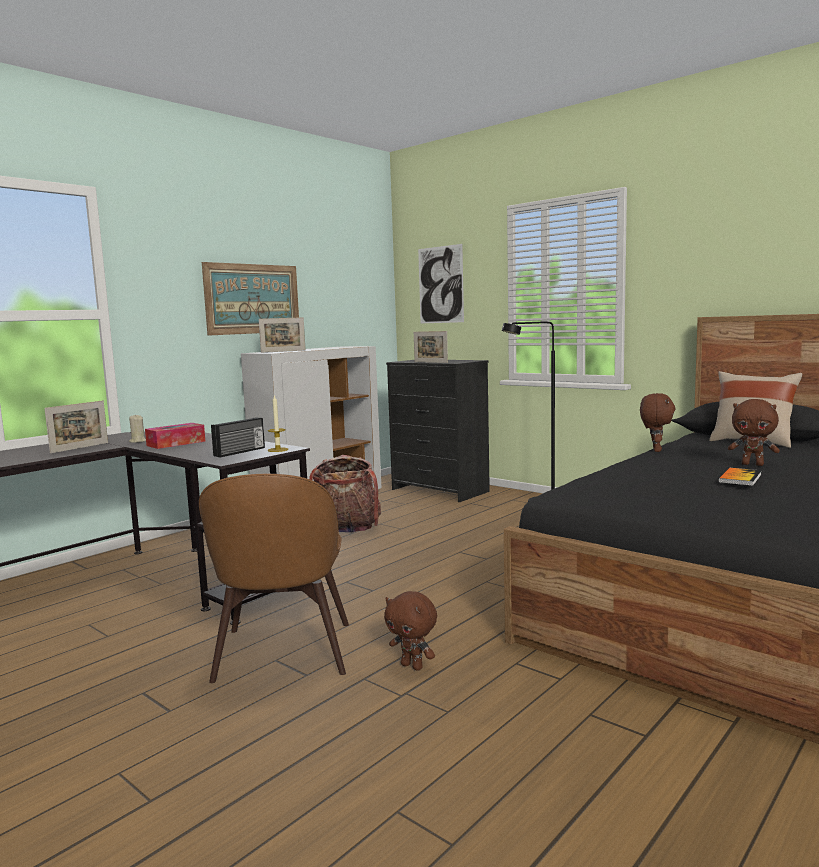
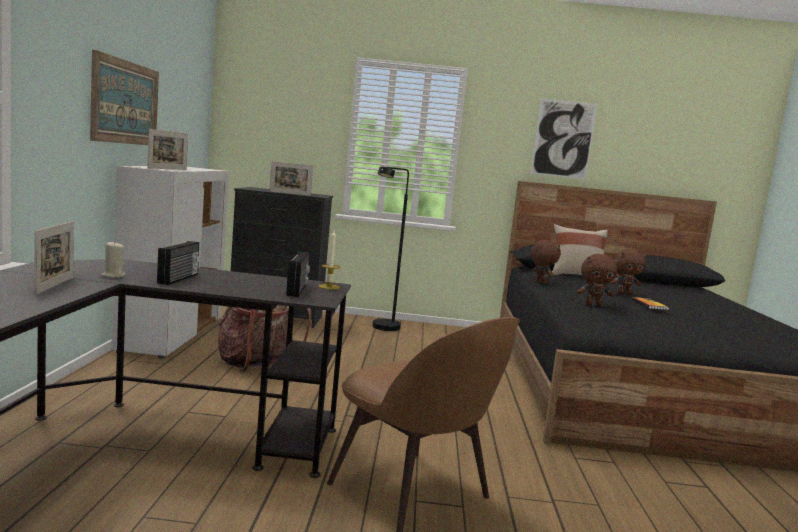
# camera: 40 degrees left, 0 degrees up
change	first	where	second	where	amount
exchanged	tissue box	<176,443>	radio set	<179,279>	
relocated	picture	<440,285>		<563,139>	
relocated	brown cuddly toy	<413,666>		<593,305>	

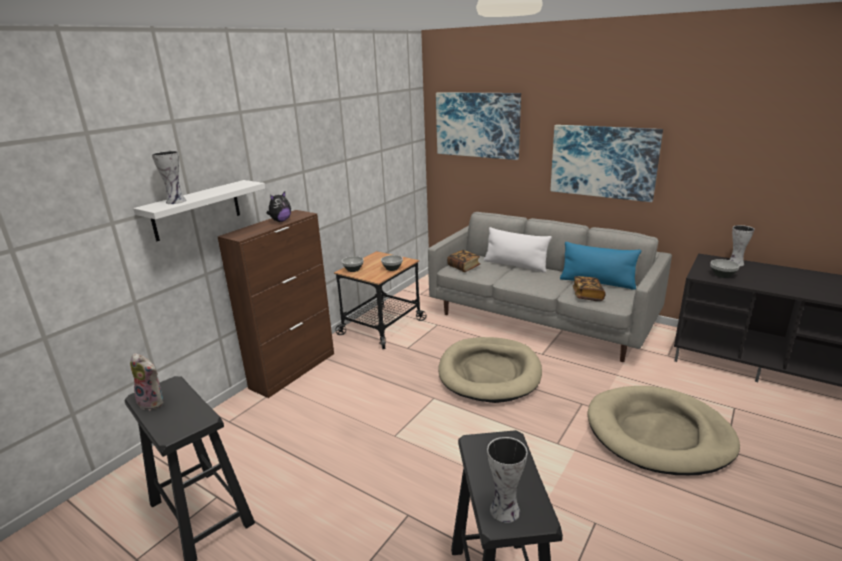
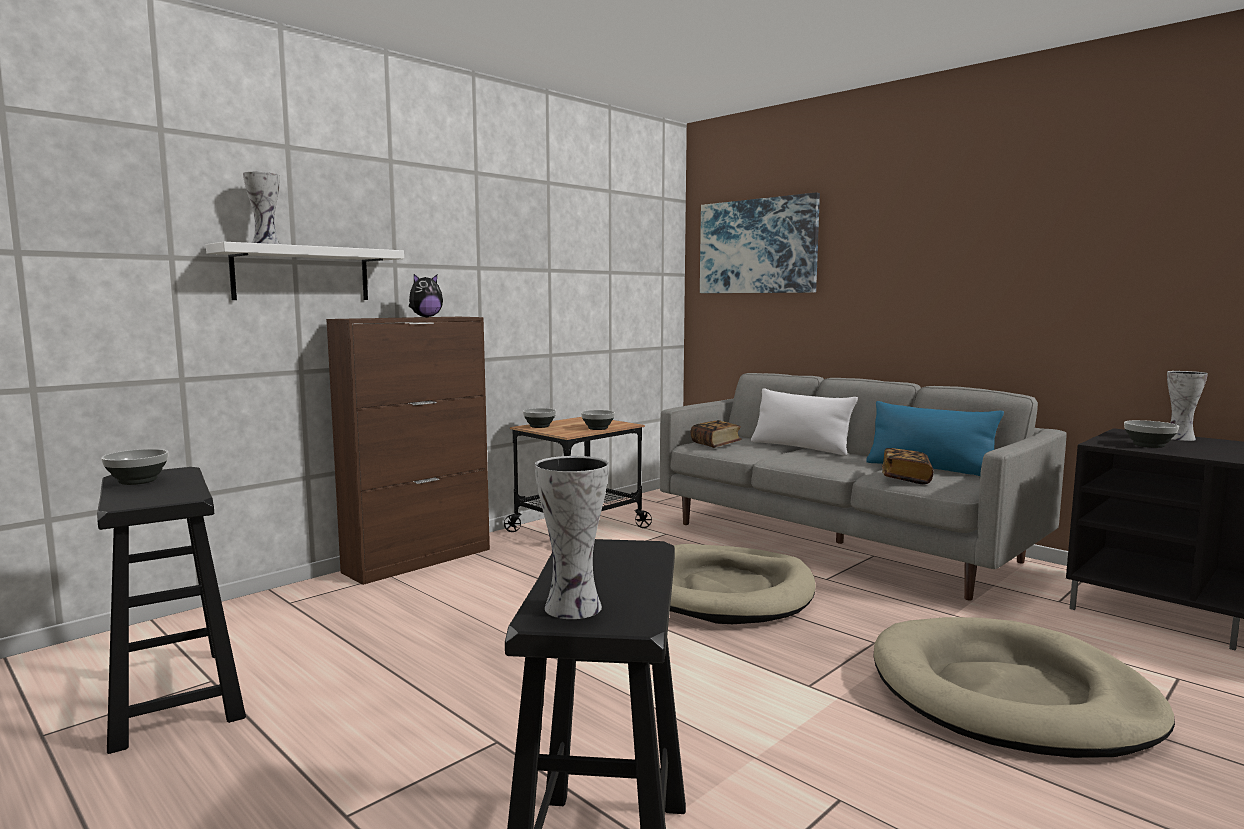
# camera: 10 degrees right, 15 degrees down
change	first	where	second	where	amount
exchanged	cuddly toy	<153,402>	bowl	<136,481>	
missing	picture	<603,161>			

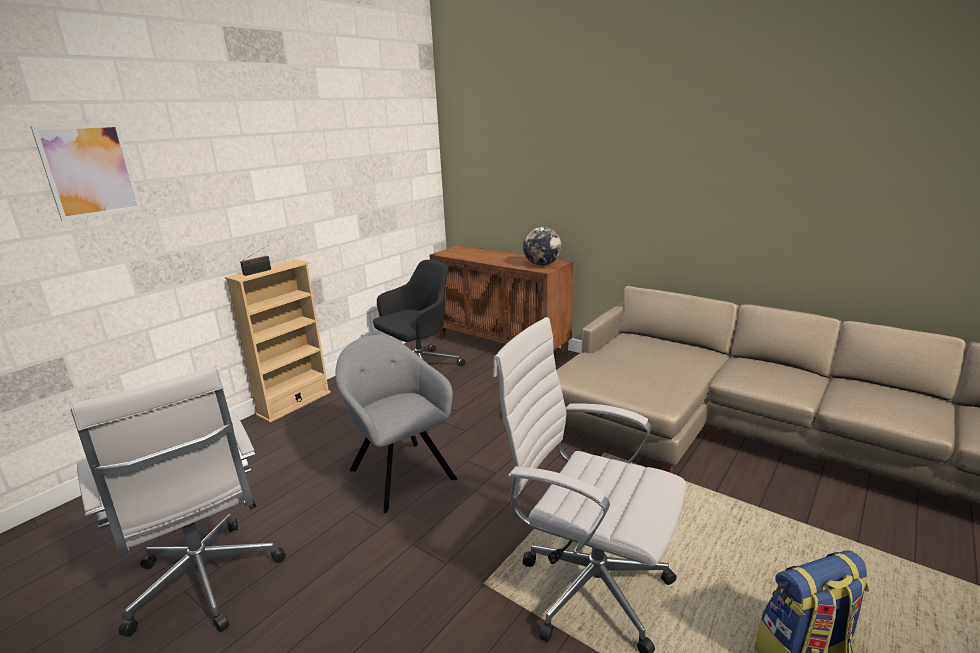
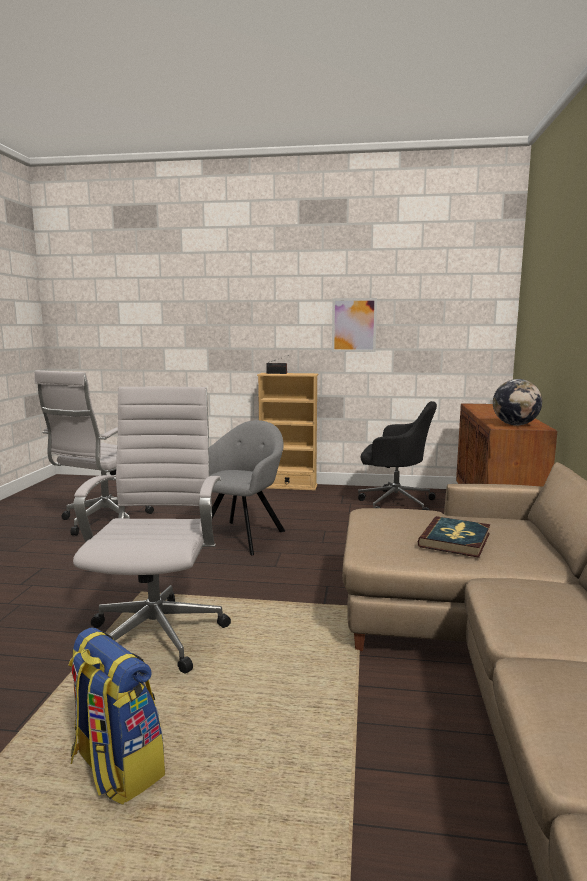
# camera: 60 degrees right, 10 degrees down
change	first	where	second	where	amount
relocated	picture	<90,171>		<354,325>	
appeared			bound book	<455,540>	

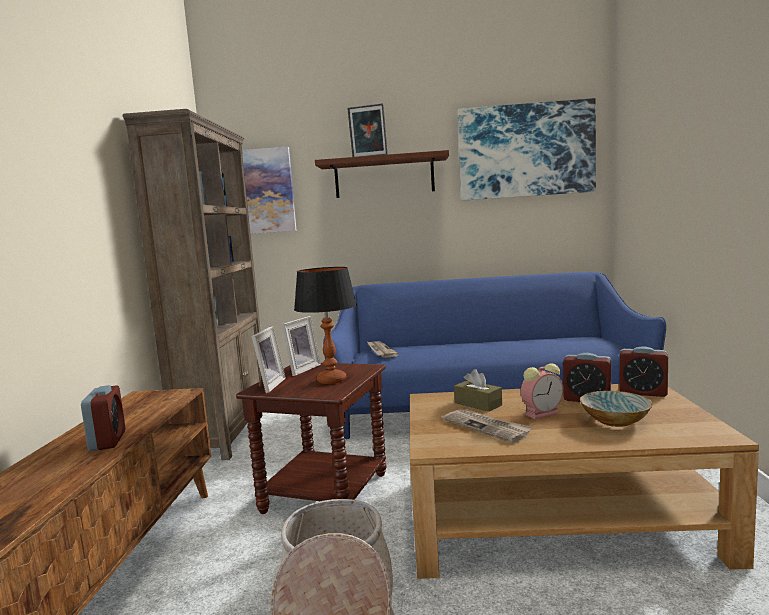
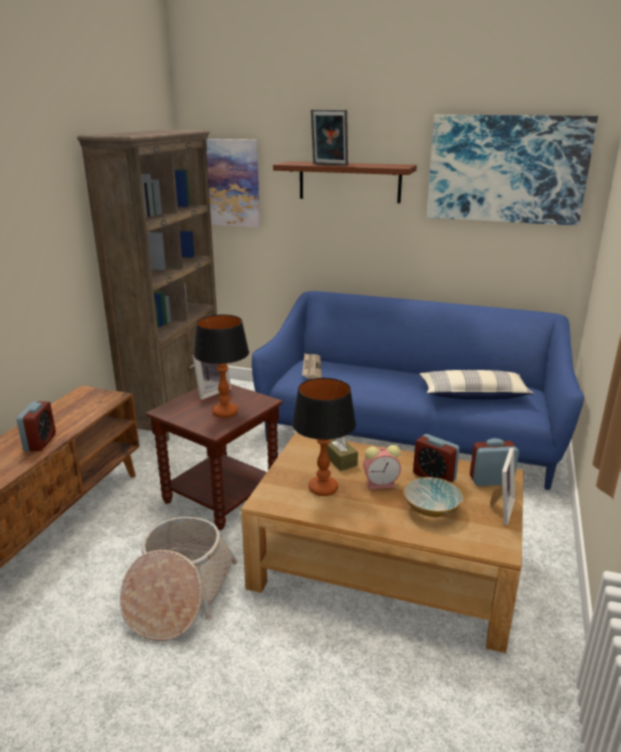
# camera: 15 degrees right, 15 degrees up
change	first	where	second	where	amount
exchanged	newspaper	<487,427>	tabletop lamp	<323,489>	
appeared			throw pillow	<473,394>	
spun	bedside clock	<643,392>		<491,480>	135 degrees clockwise
relocated	standing frame	<267,386>		<499,509>	

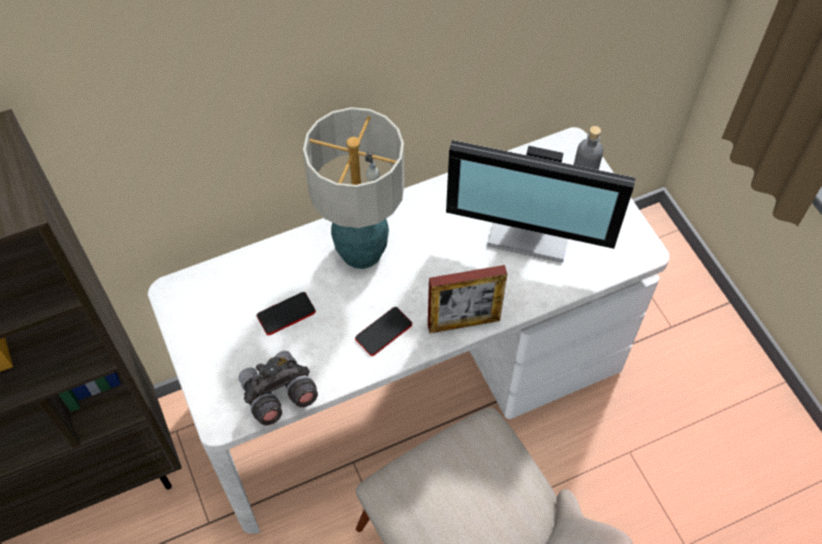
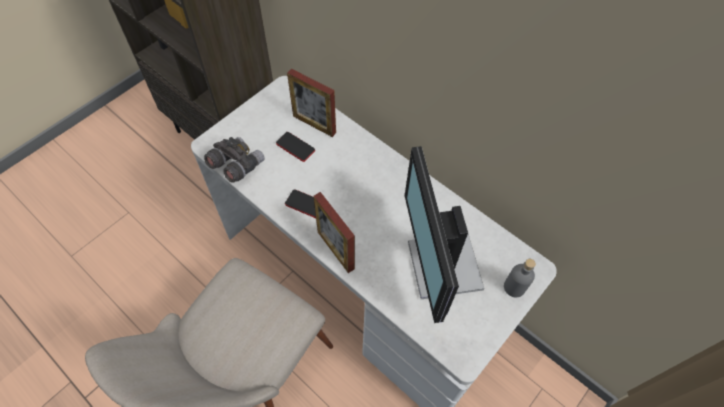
# camera: 65 degrees right, 0 degrees up
change	first	where	second	where	amount
appeared			standing frame	<314,124>	
missing	tabletop lamp	<362,251>			

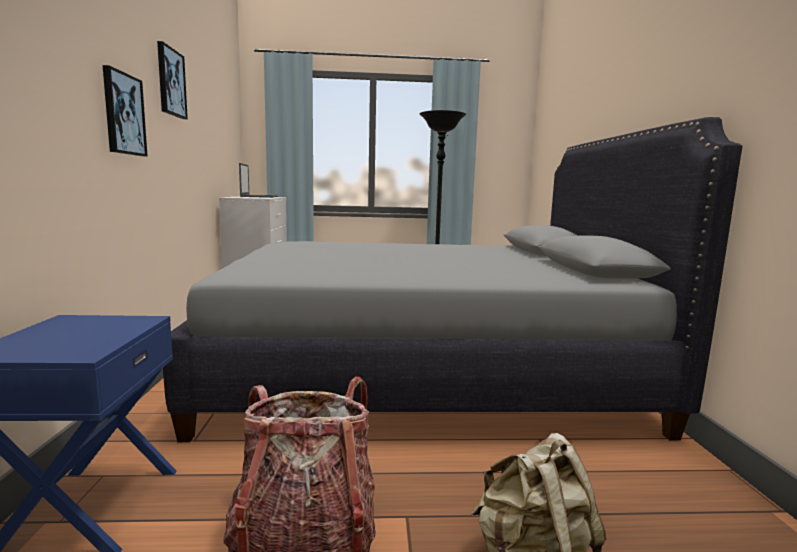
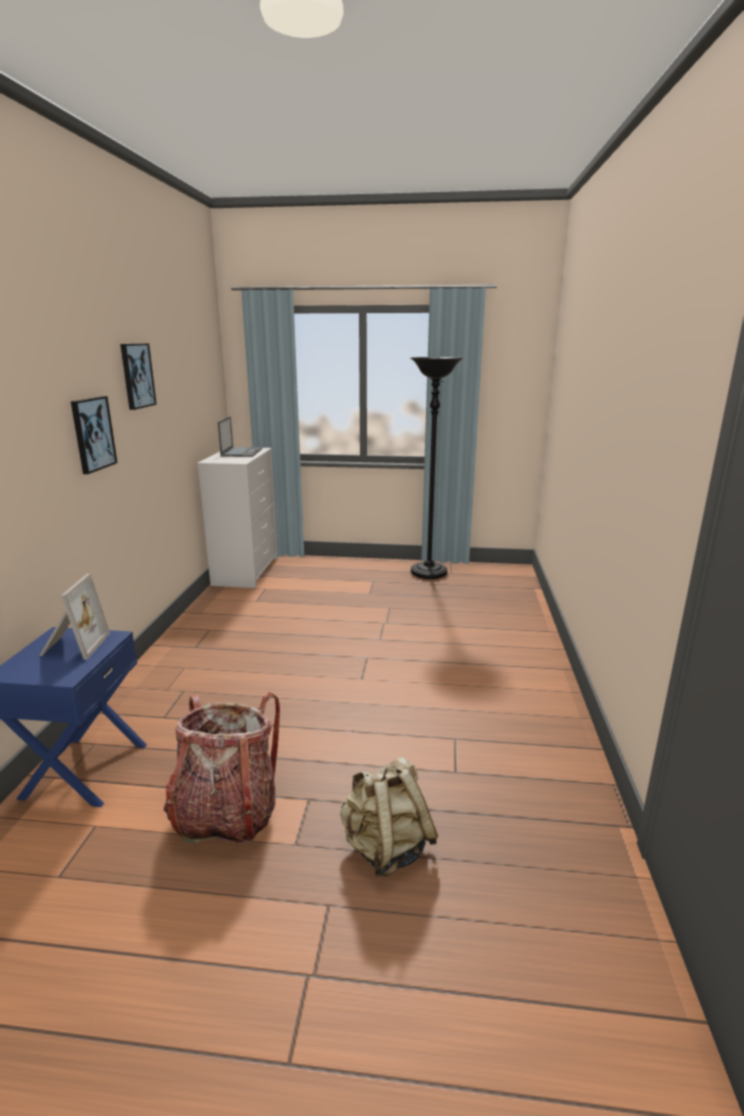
# camera: 10 degrees right, 10 degrees up
change	first	where	second	where	amount
appeared			standing frame	<73,645>	
missing	gray bedroom bed	<421,371>			

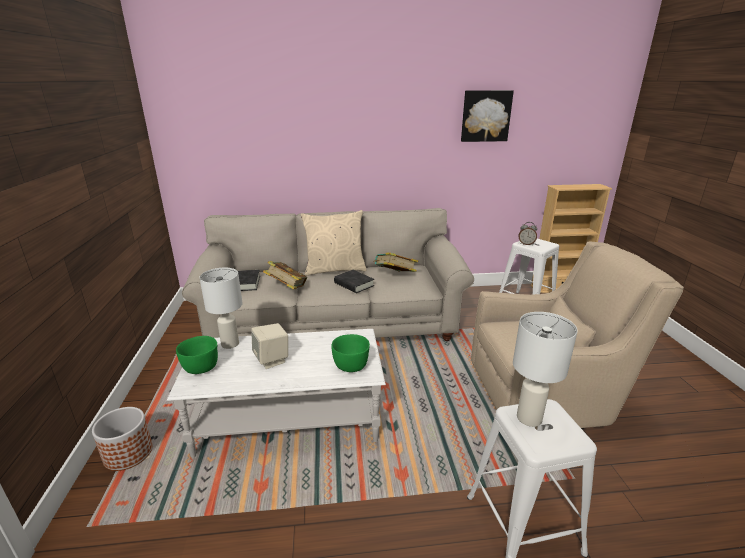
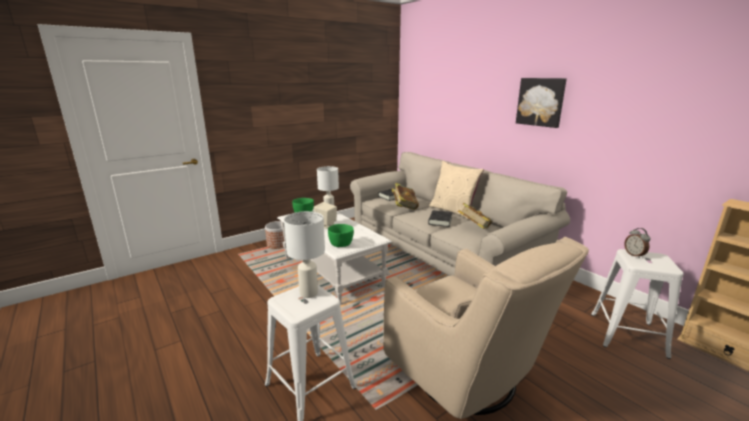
# camera: 60 degrees right, 5 degrees down
change	first	where	second	where	amount
relocated	picture	<485,116>		<540,102>	

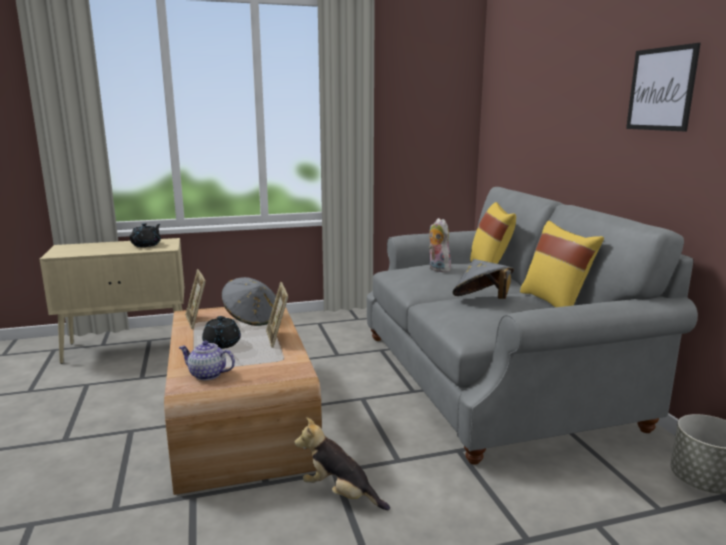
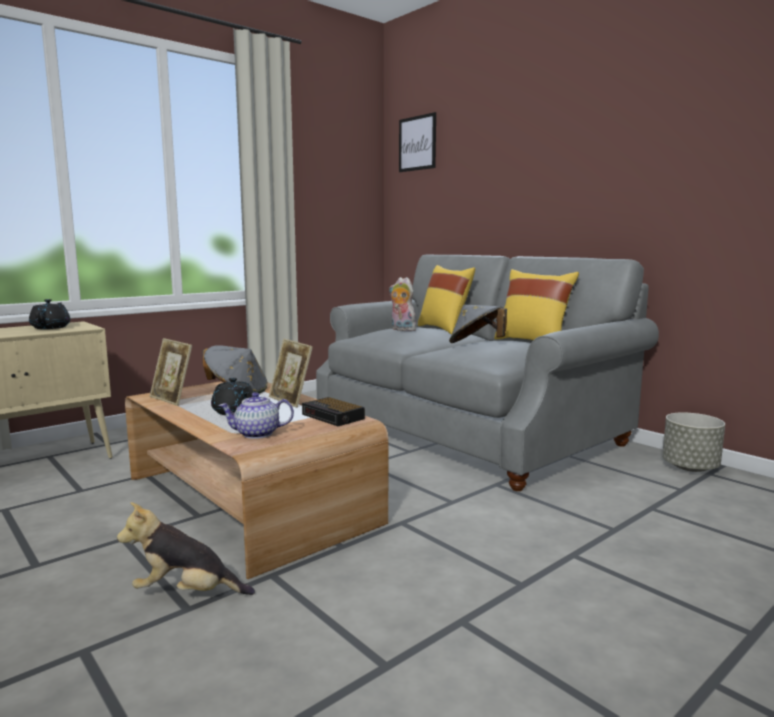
# camera: 25 degrees left, 5 degrees down
change	first	where	second	where	amount
relocated	cuddly toy	<340,494>		<186,593>	
appeared			bedside clock	<334,417>	
relocated	picture	<661,89>		<417,143>	

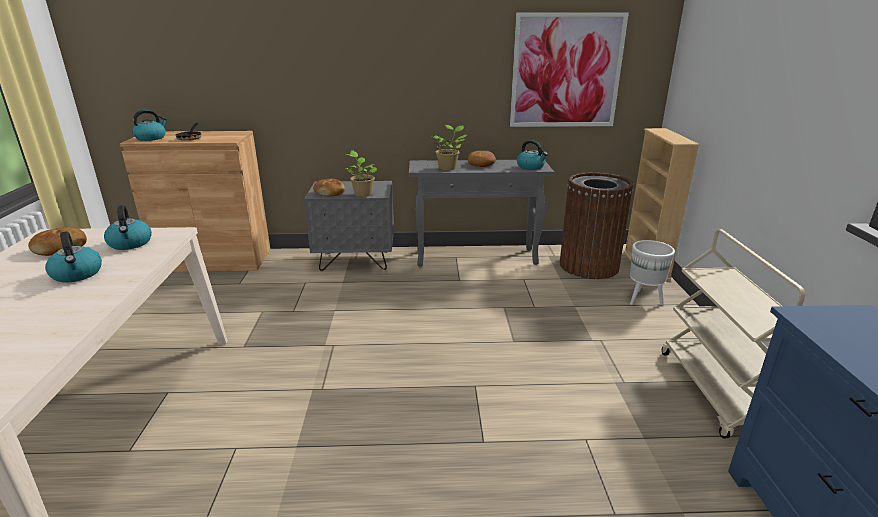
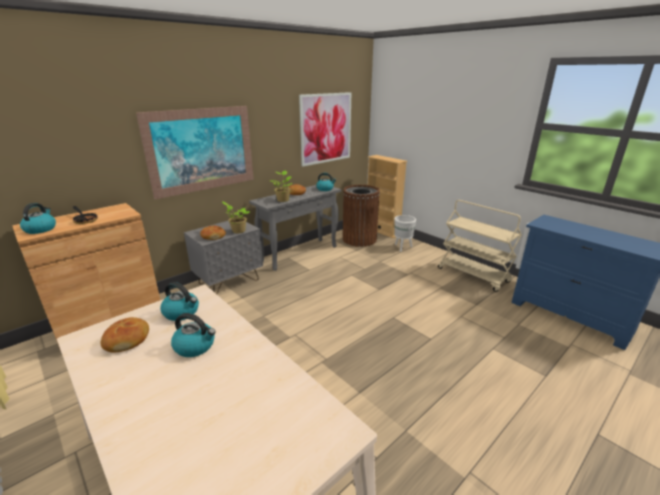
# camera: 40 degrees left, 0 degrees up
change	first	where	second	where	amount
appeared			picture	<202,150>	

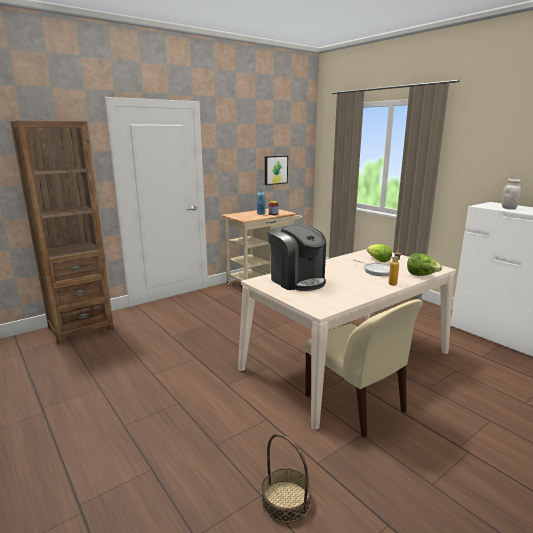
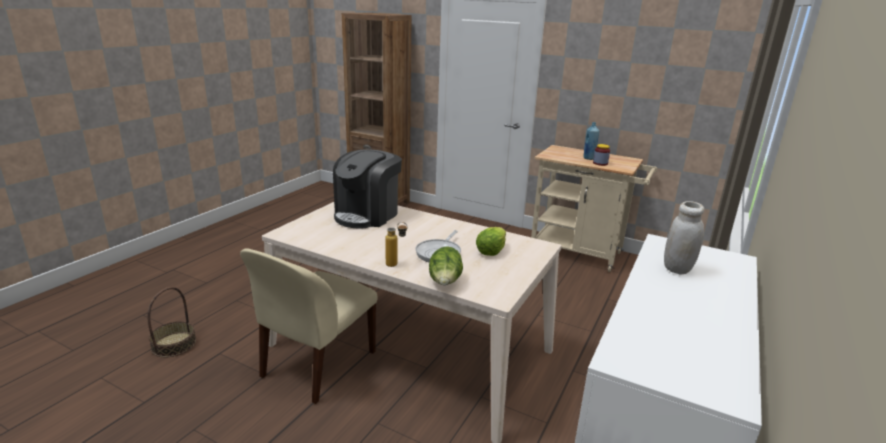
# camera: 65 degrees right, 5 degrees up
change	first	where	second	where	amount
missing	picture	<275,170>			

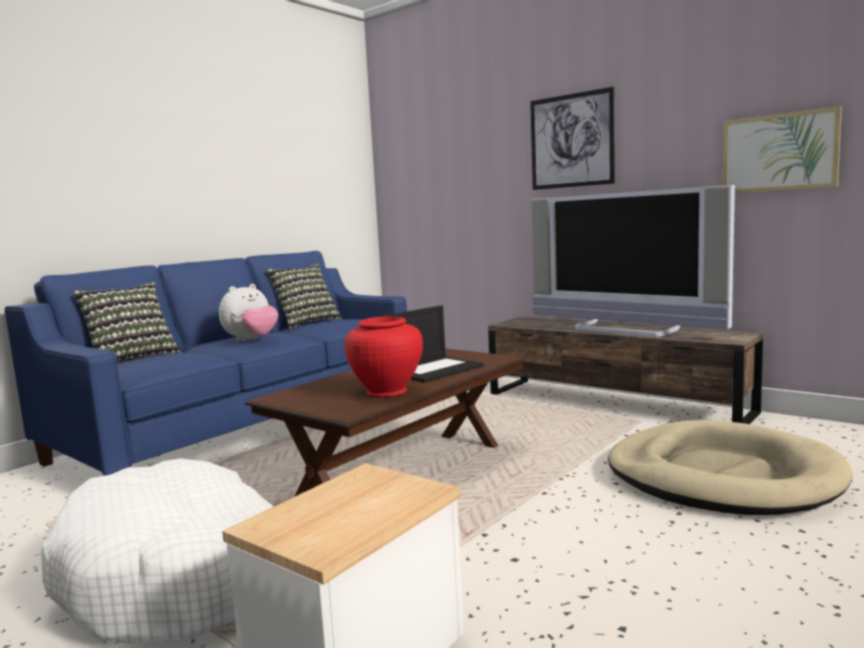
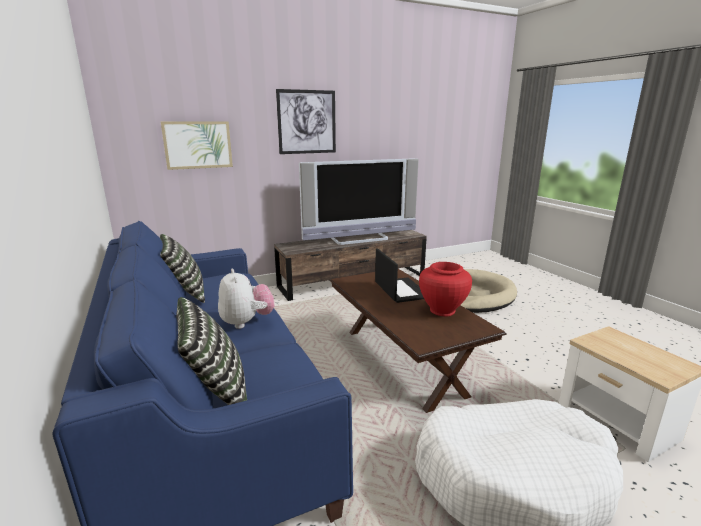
# camera: 65 degrees left, 10 degrees up
change	first	where	second	where	amount
relocated	picture	<779,152>		<198,145>	

